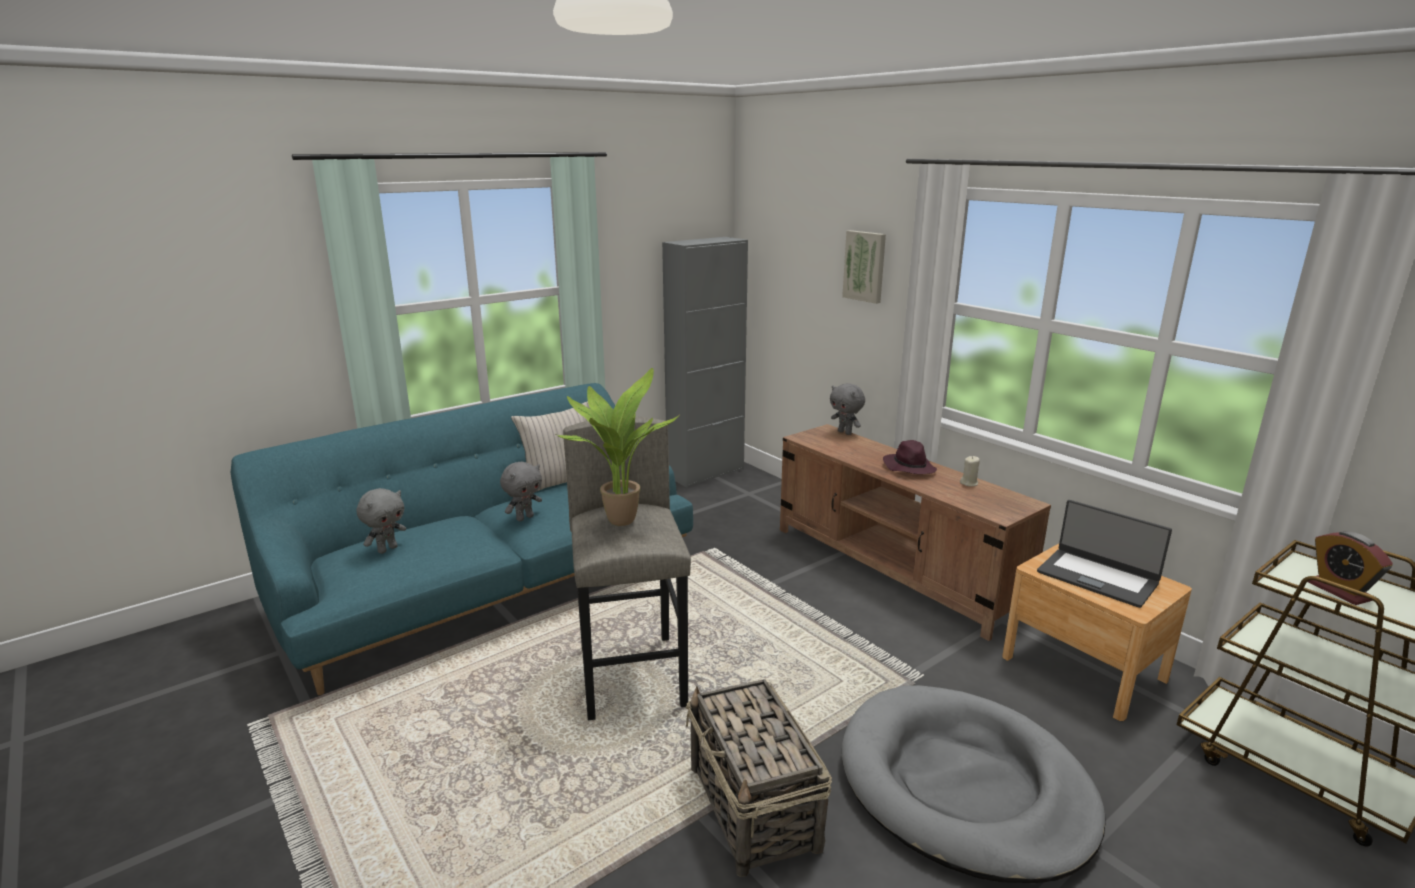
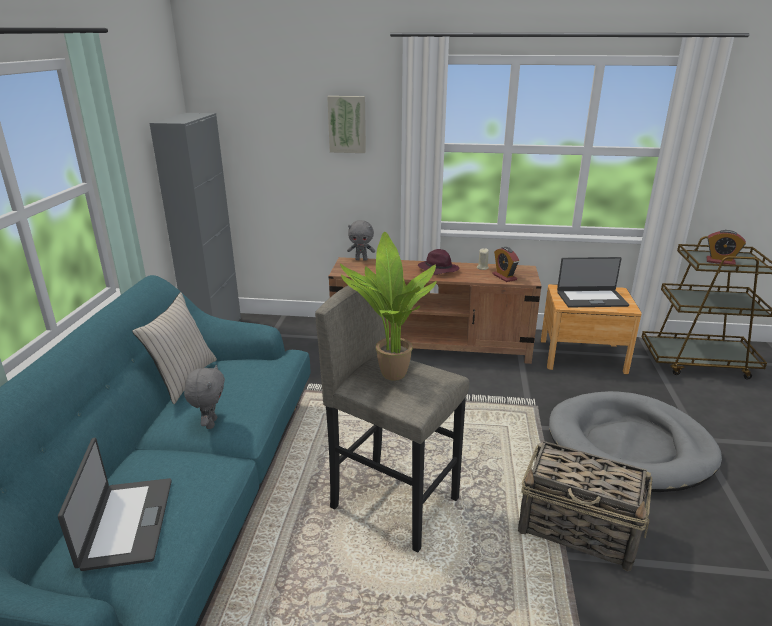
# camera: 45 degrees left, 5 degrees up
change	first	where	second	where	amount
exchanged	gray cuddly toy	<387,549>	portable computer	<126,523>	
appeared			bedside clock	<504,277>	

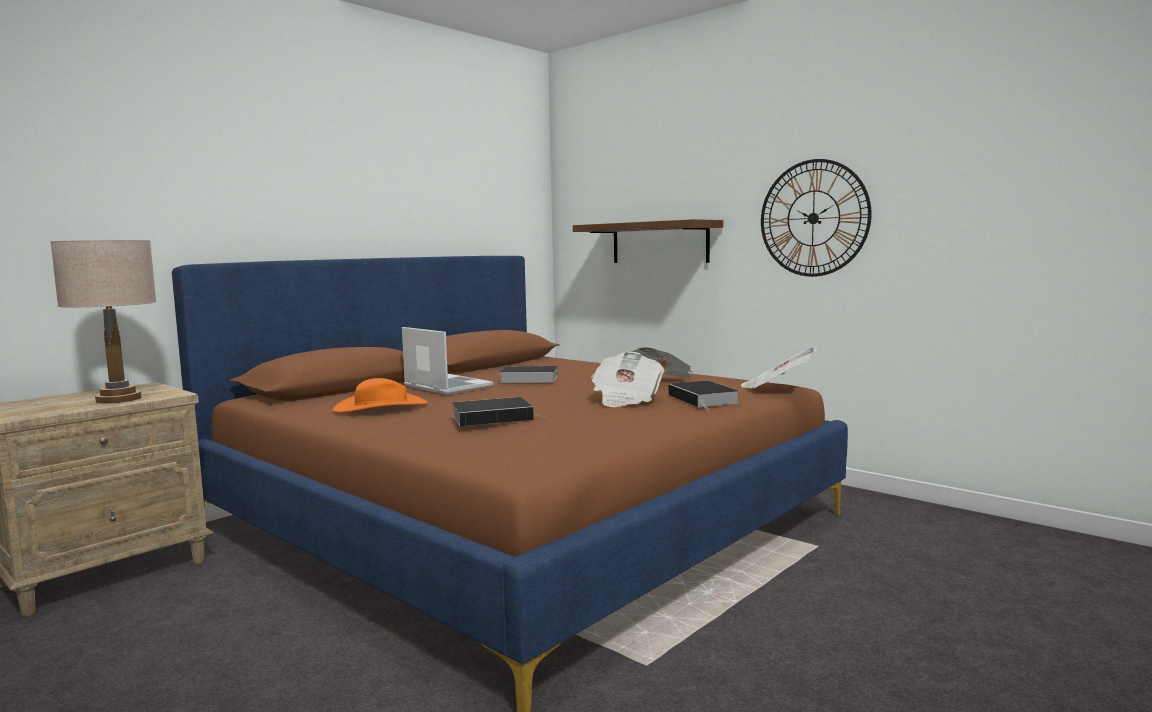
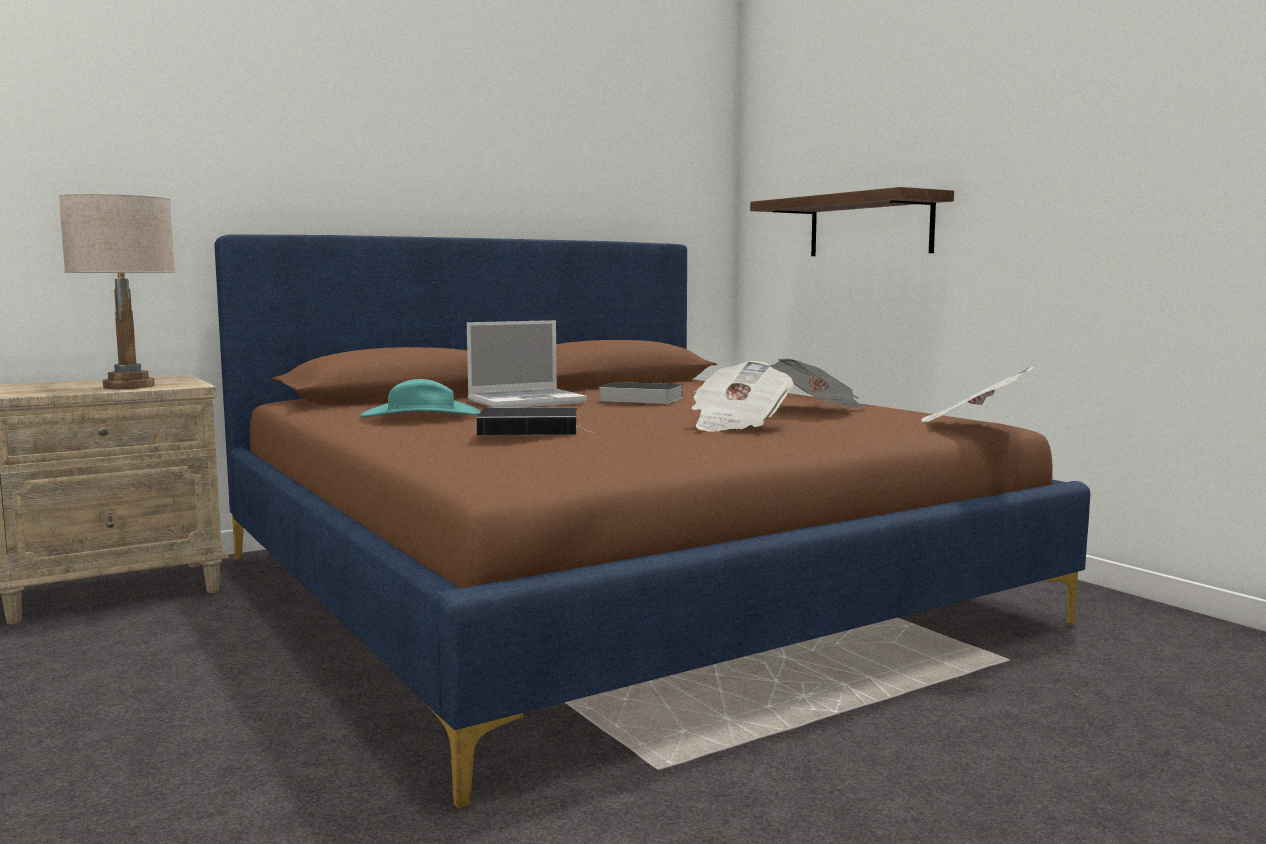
# camera: 15 degrees right, 0 degrees up
change	first	where	second	where	amount
colour	orangey hat	<381,407>	turquoise-coloured hat	<420,415>	
spun	portable computer	<446,386>		<527,401>	90 degrees clockwise
missing	bound book	<704,399>			
missing	wall clock	<813,218>			

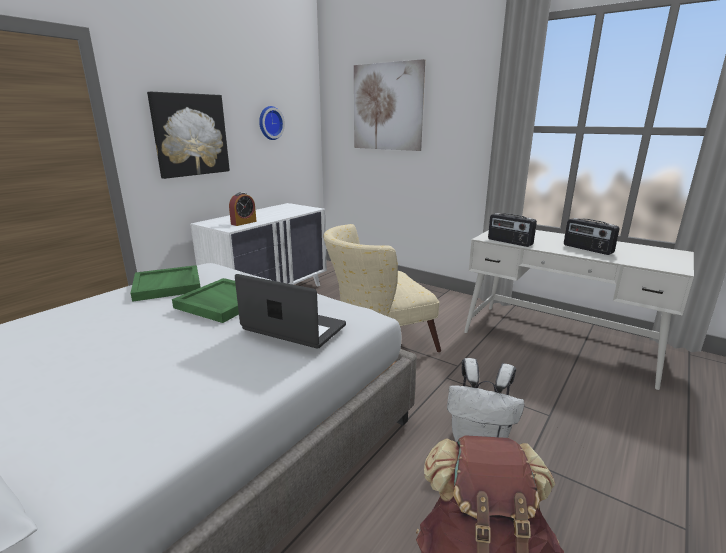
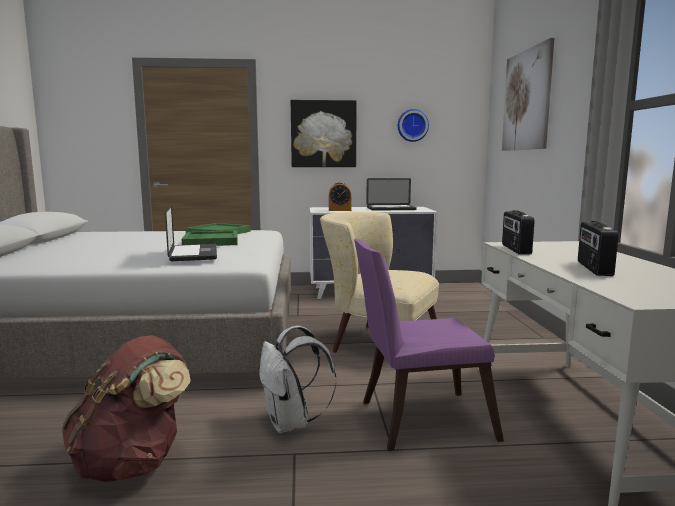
# camera: 50 degrees right, 10 degrees down
change	first	where	second	where	amount
appeared			purple-coloured plain chair	<417,420>	
appeared			portable computer	<391,209>	

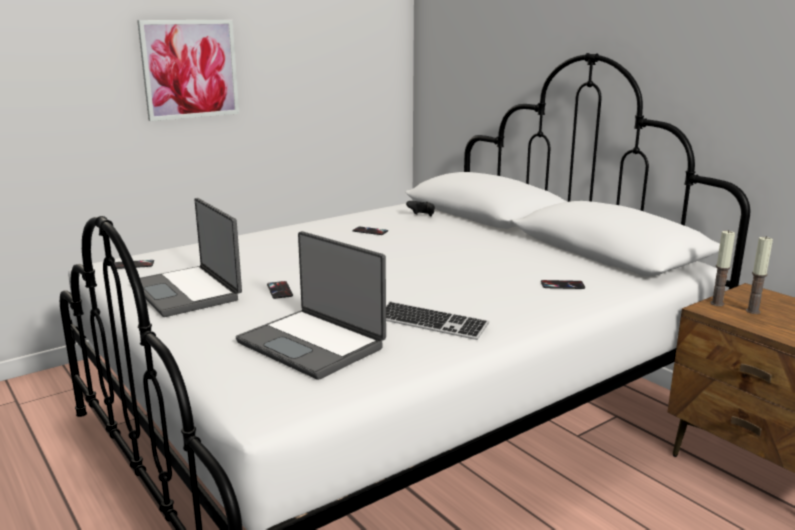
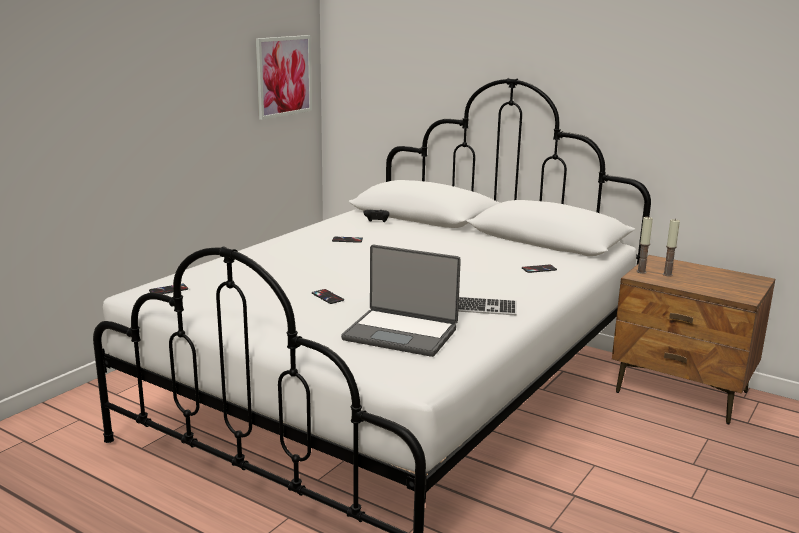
# camera: 20 degrees left, 0 degrees up
change	first	where	second	where	amount
relocated	picture	<190,69>		<283,76>	
missing	portable computer	<188,292>			

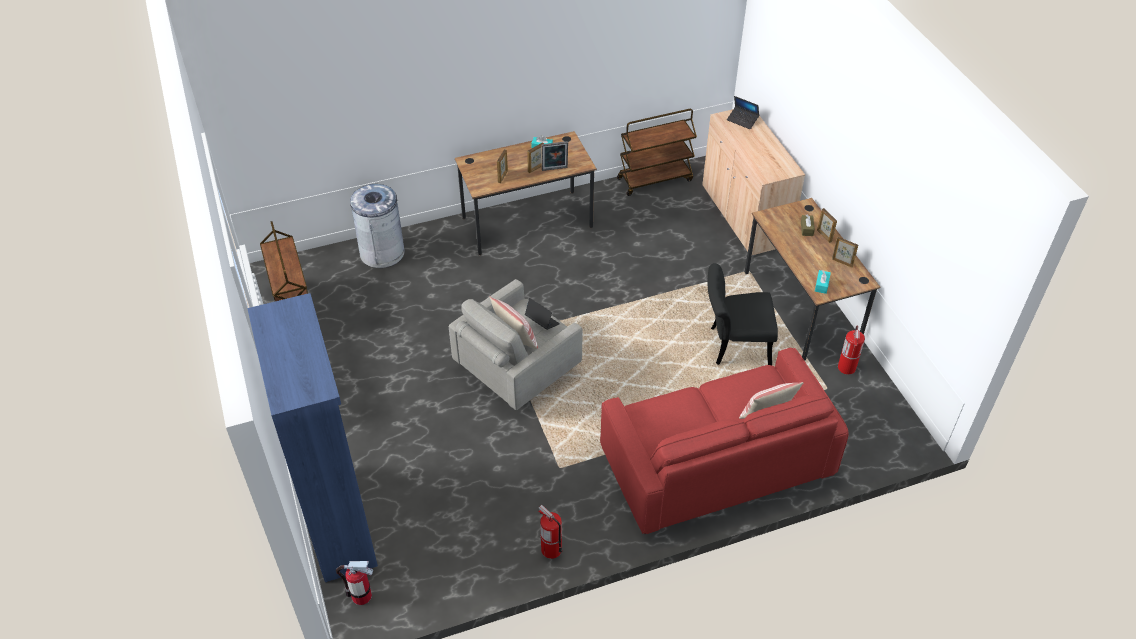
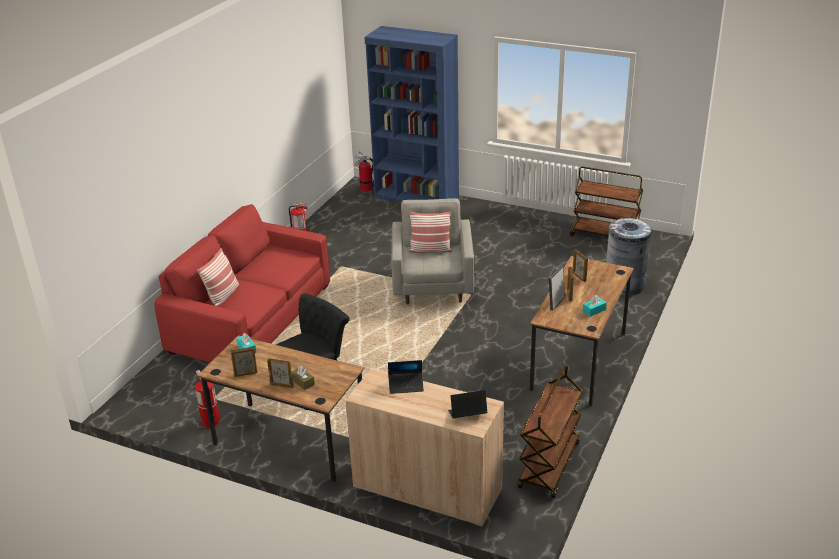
# camera: 135 degrees right, 15 degrees down
change	first	where	second	where	amount
relocated	portable computer	<542,321>		<406,386>	

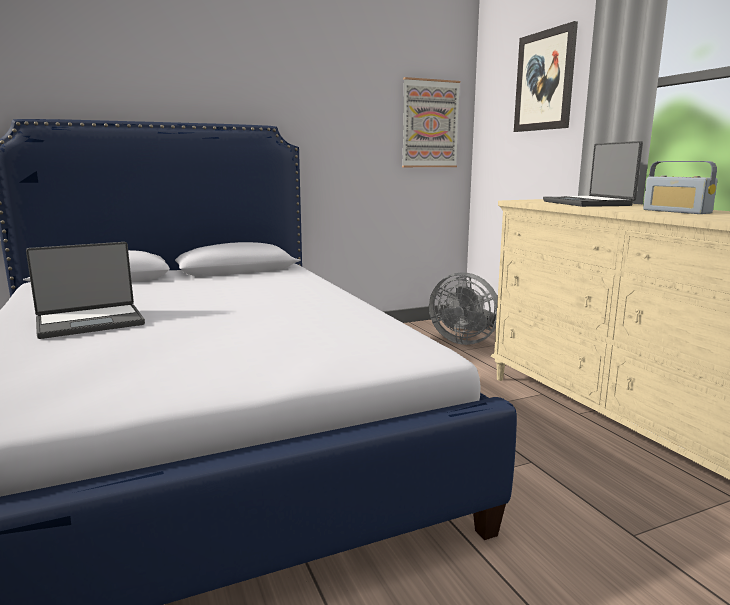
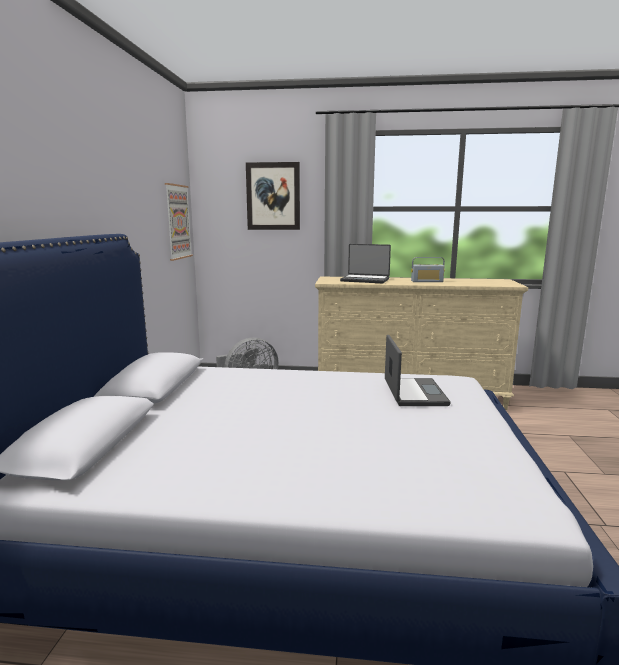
# camera: 60 degrees left, 0 degrees up
change	first	where	second	where	amount
relocated	portable computer	<90,322>		<413,393>	

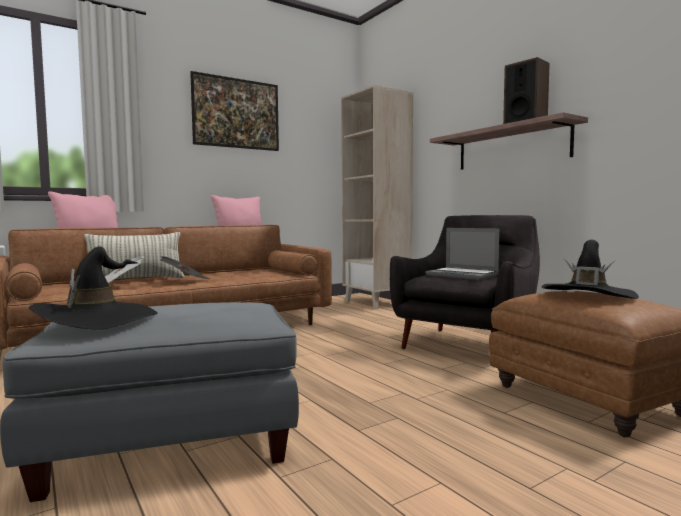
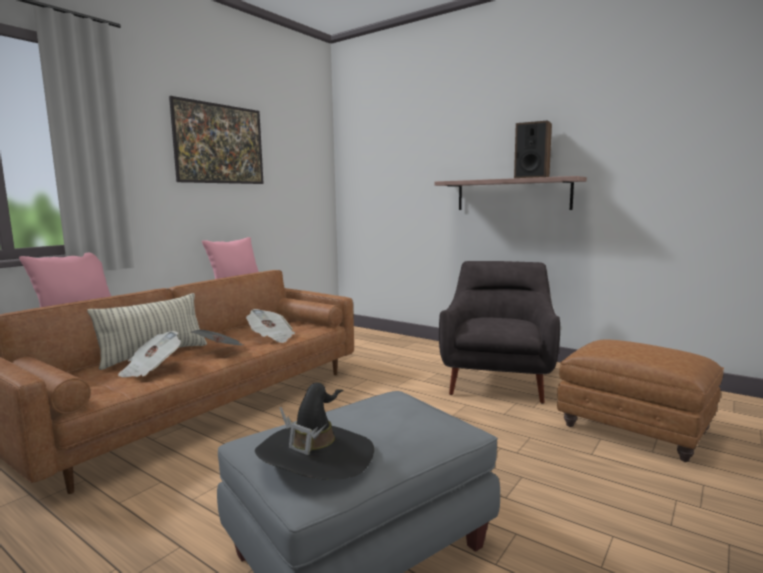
# camera: 20 degrees left, 5 degrees up
change	first	where	second	where	amount
appeared			newspaper	<271,338>	
missing	beige shelving unit	<377,303>			
missing	portable computer	<463,275>			
missing	black-coloured hat	<588,294>			

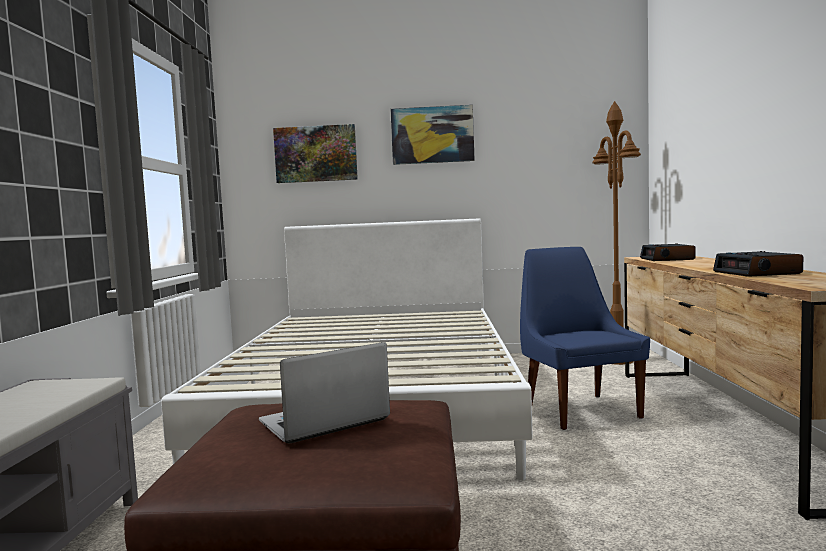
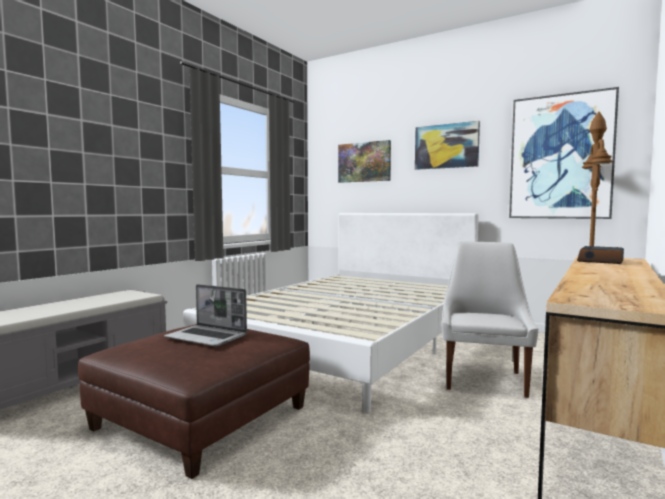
# camera: 30 degrees right, 0 degrees up
change	first	where	second	where	amount
spun	portable computer	<323,422>		<207,337>	150 degrees counterclockwise
colour	blue-coloured plain chair	<579,410>	white plain chair	<484,379>	
appeared			picture	<561,157>	
missing	bedside clock	<757,273>			

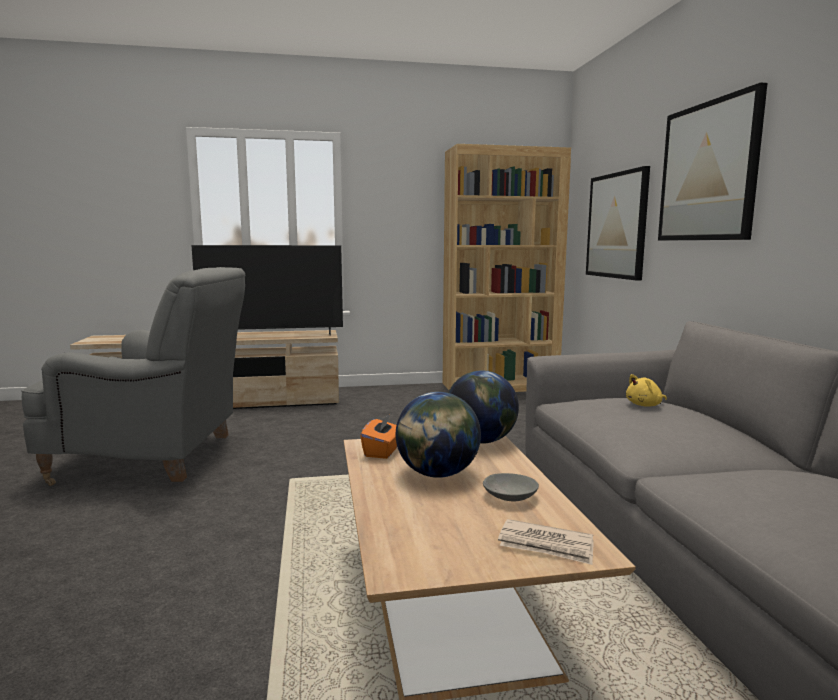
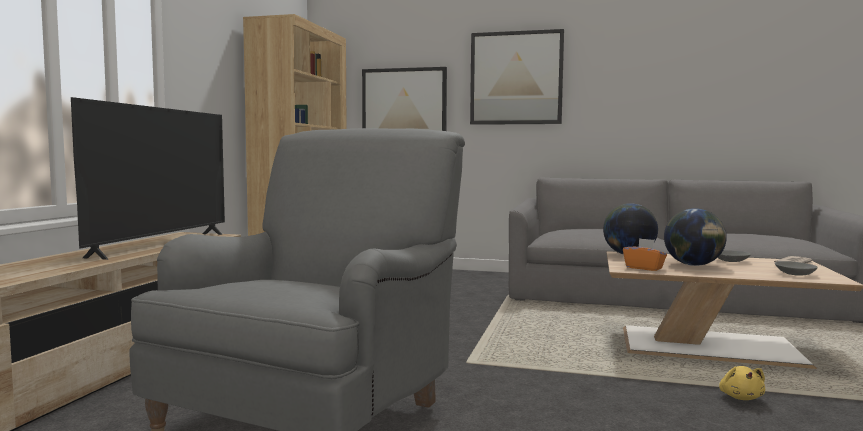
# camera: 65 degrees left, 5 degrees down
change	first	where	second	where	amount
relocated	yellow-coloured cuddly toy	<645,405>		<740,397>	
appeared			gray bowl	<795,274>	

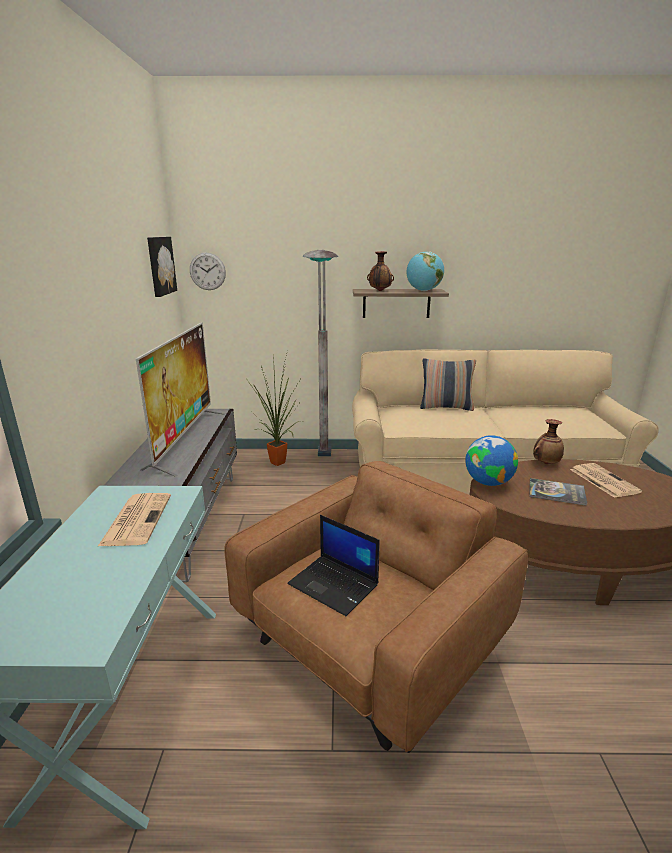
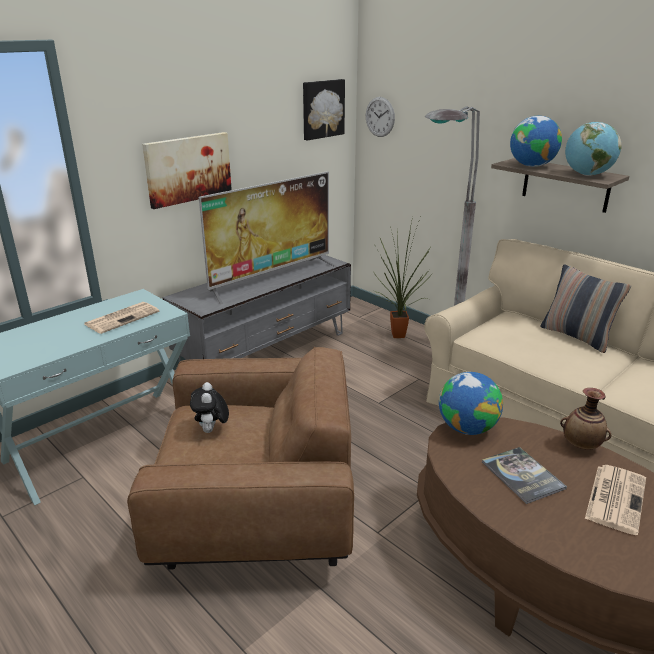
# camera: 45 degrees right, 5 degrees up
change	first	where	second	where	amount
appeared			picture	<188,169>	
exchanged	portable computer	<334,584>	cuddly toy	<211,430>	
exchanged	flower vase	<379,291>	world globe	<531,166>	

